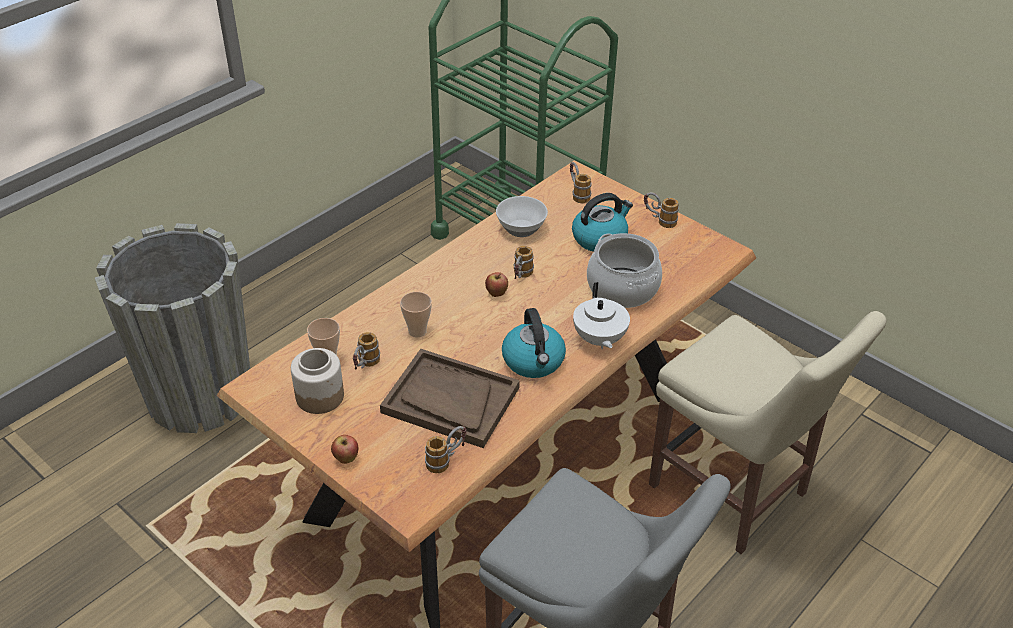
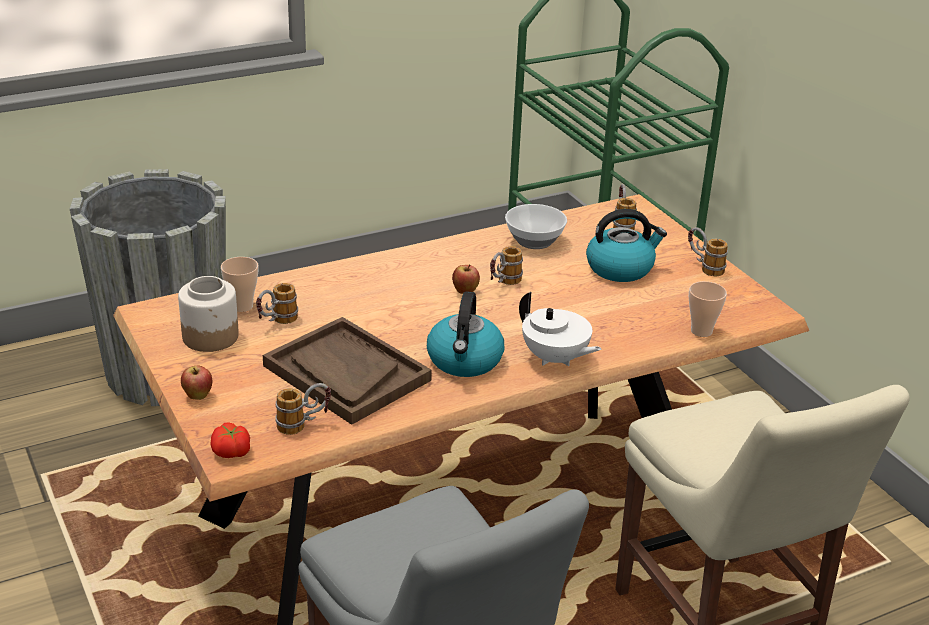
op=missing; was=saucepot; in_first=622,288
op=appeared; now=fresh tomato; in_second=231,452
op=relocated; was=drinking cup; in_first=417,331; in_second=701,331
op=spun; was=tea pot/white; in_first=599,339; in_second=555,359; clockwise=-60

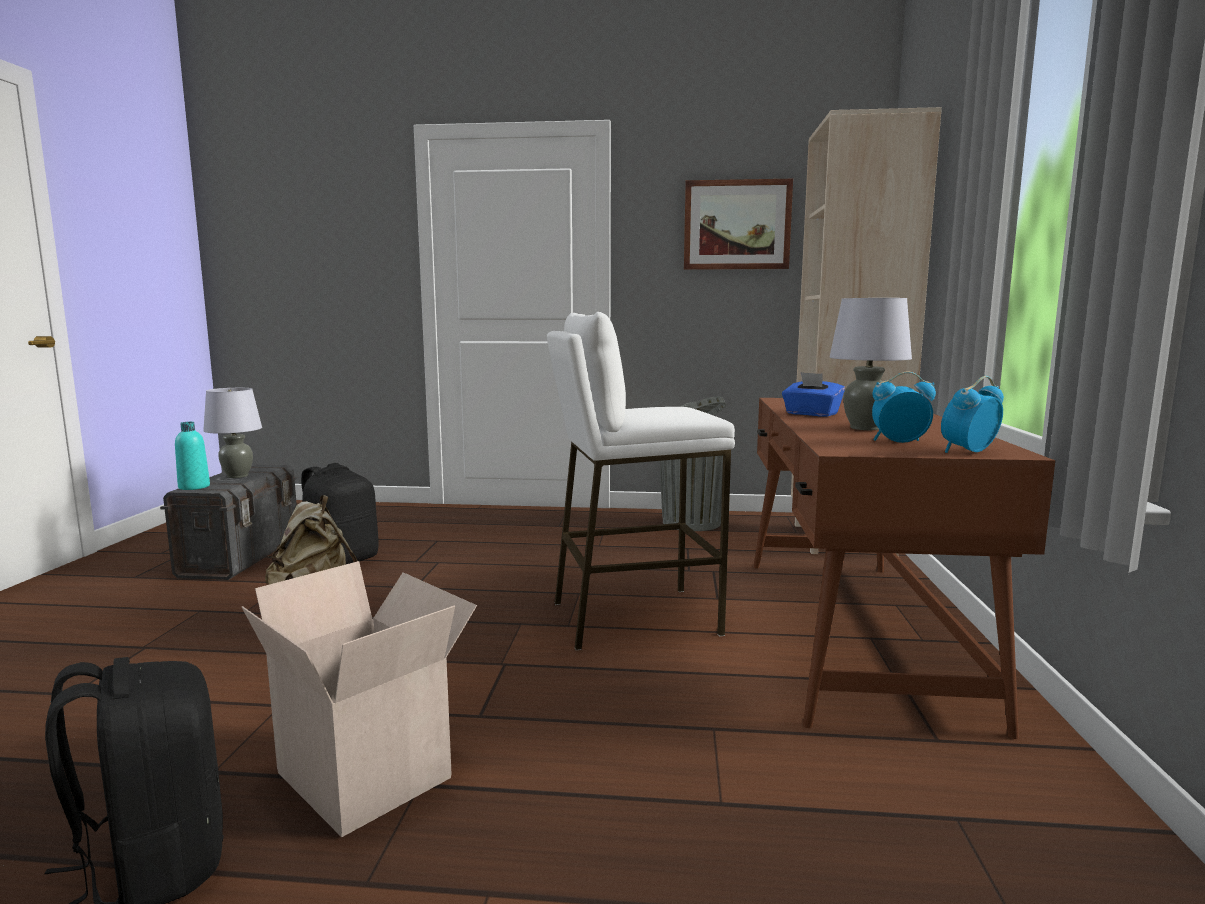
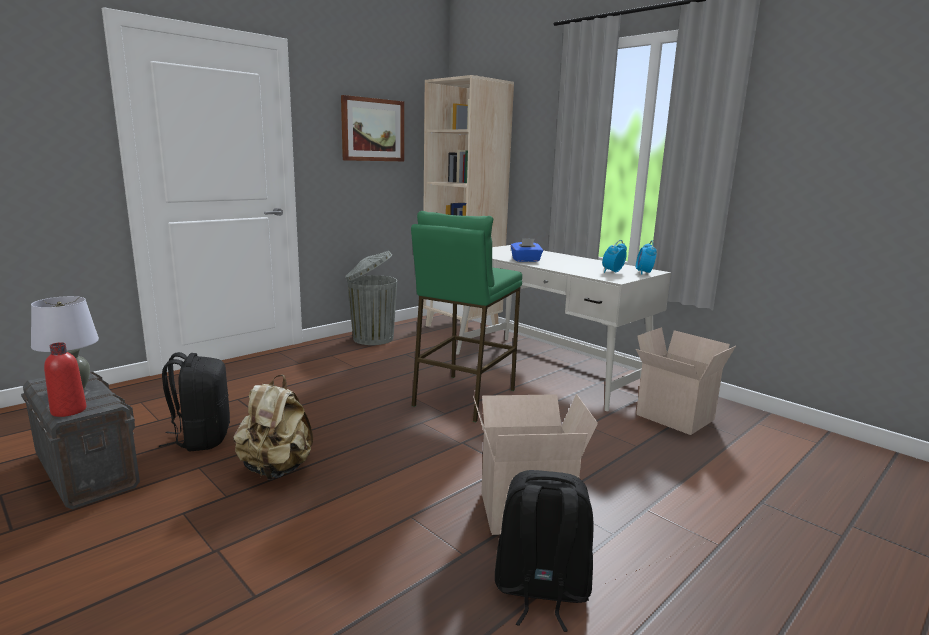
op=missing; was=table lamp/grey; in_first=865,428
op=appeared; now=packing box; in_second=672,417
op=colour; was=bottle/turquoise; now=bottle/reddish; in_first=194,487; in_second=68,411
op=colour; was=stool seat/white; now=stool seat/green; in_first=633,617; in_second=463,397
op=colour; was=desk unit/brownish; now=desk unit/white; in_first=851,631; in_second=548,369

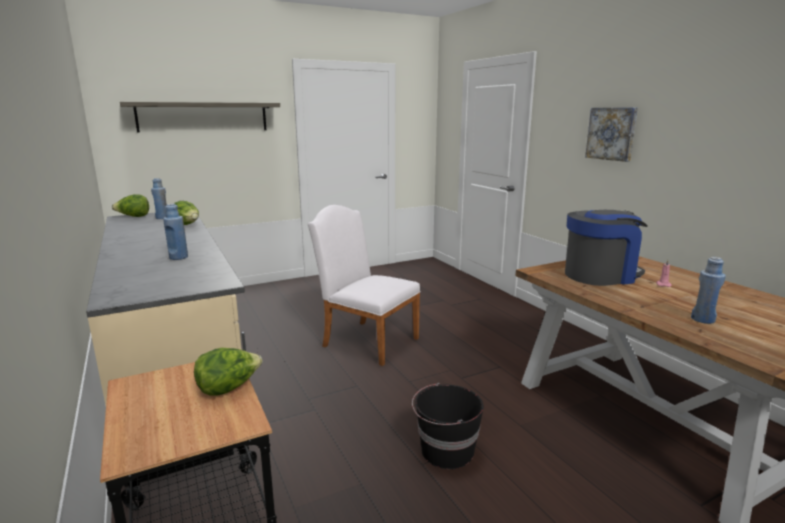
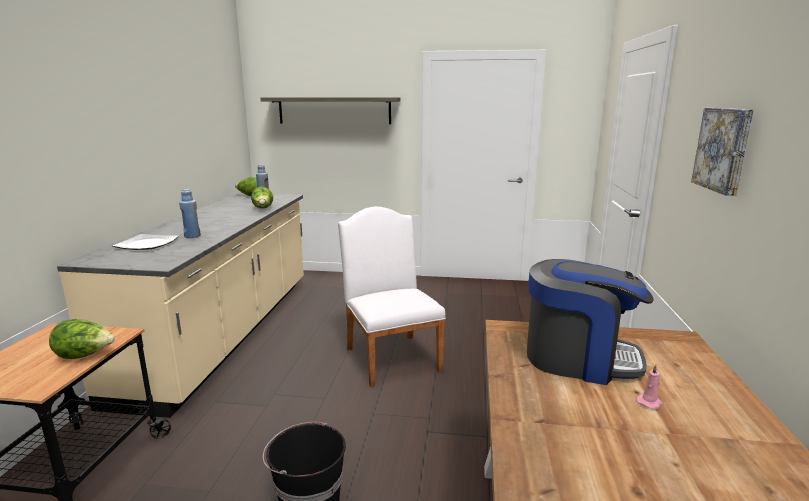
op=missing; was=bottle/blue-coloured; in_first=703,319
op=appeared; now=plate; in_second=148,244

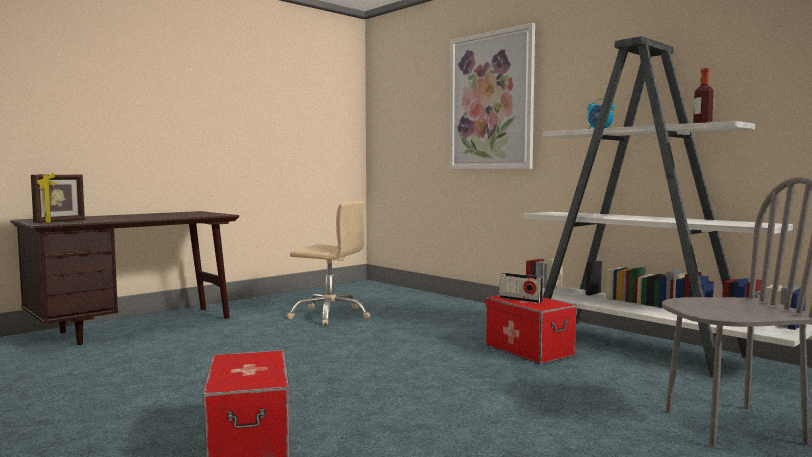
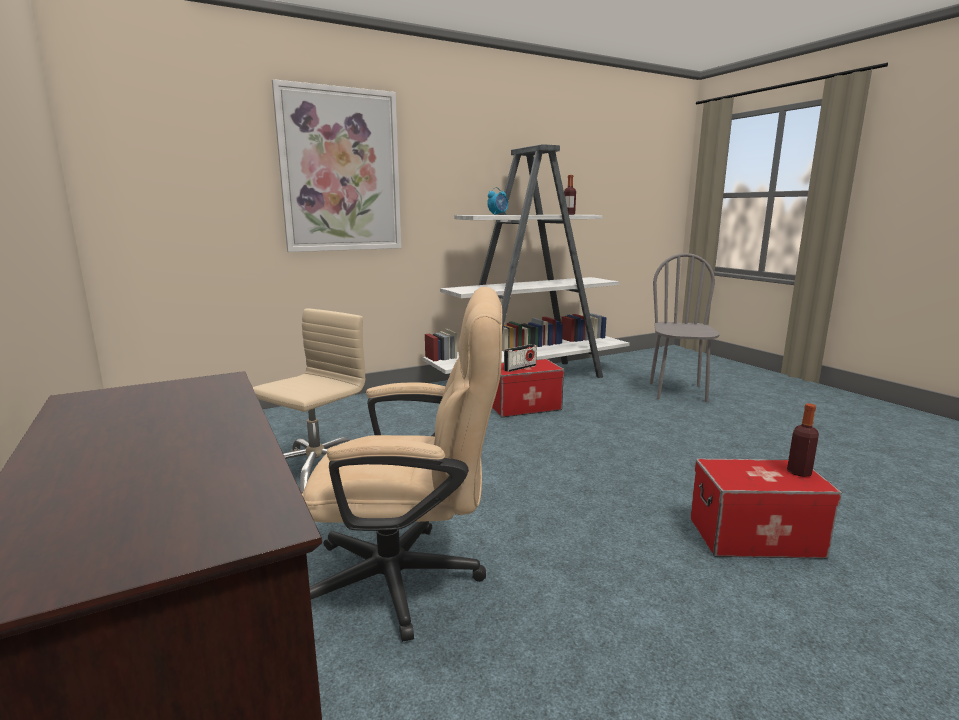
op=missing; was=picture frame; in_first=60,222
op=appeared; now=computer chair/beige-coloured; in_second=410,579
op=appeared; now=bottle; in_second=799,472

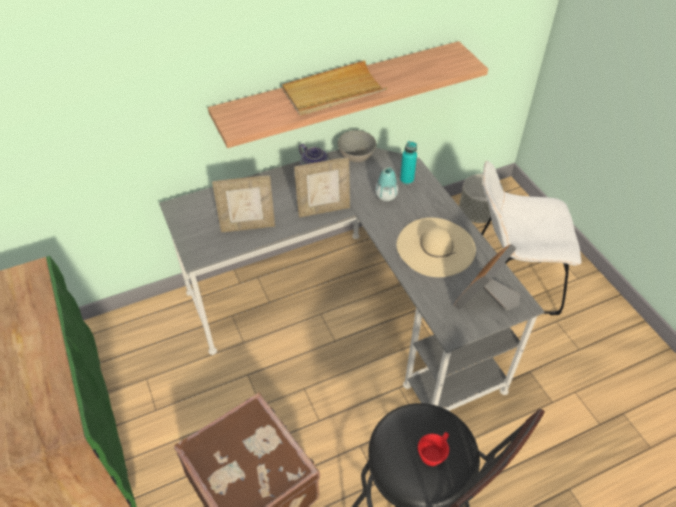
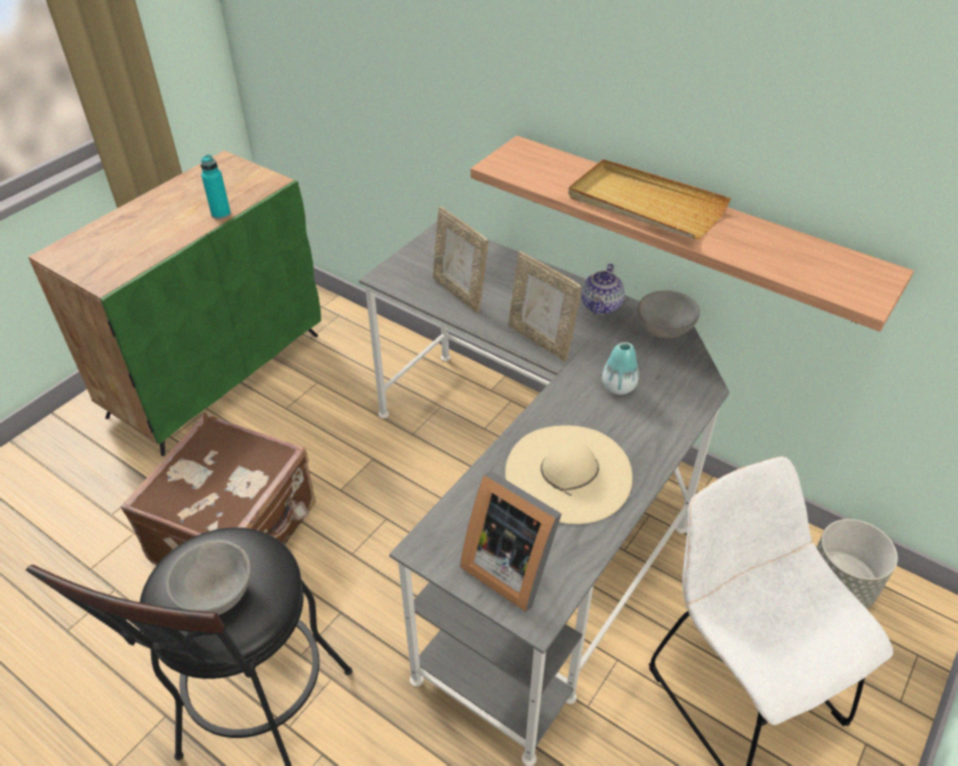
op=relocated; was=bottle/turquoise; in_first=406,180; in_second=221,214
op=exchanged; was=drinking cup/reddish; now=deep dish/grey; in_first=433,452; in_second=215,595
op=spun; was=picture frame; in_first=485,300; in_second=510,565; clockwise=-150

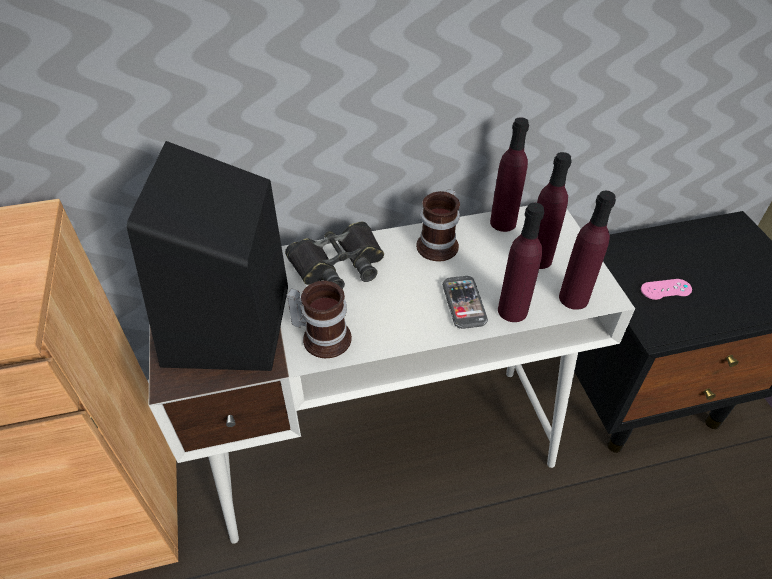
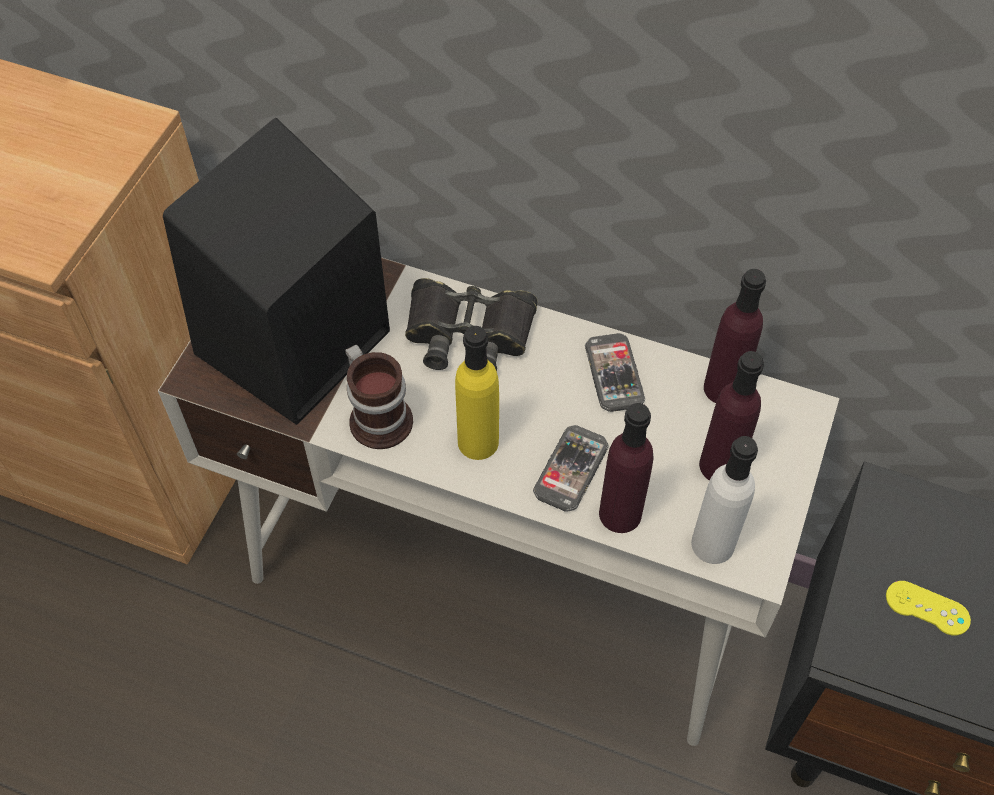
op=appeared; now=bottle/yellow; in_second=478,442
op=exchanged; was=mug; now=handset; in_first=440,244; in_second=614,374
op=colour; was=bottle/purple; now=bottle/white; in_first=573,298; in_second=713,544
op=colour; was=gamepad/pinkish; now=gamepad/yellow; in_first=666,289; in_second=927,608

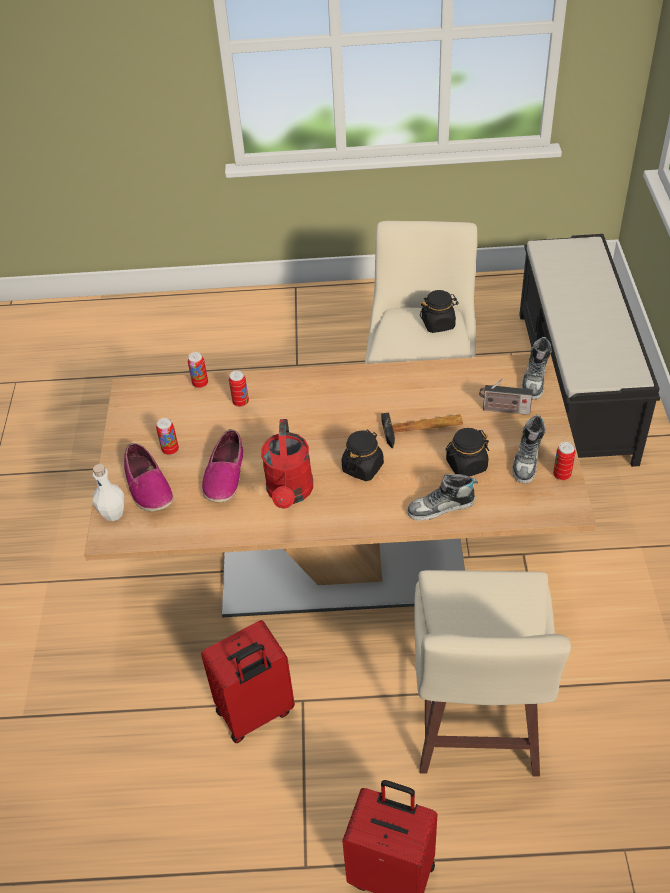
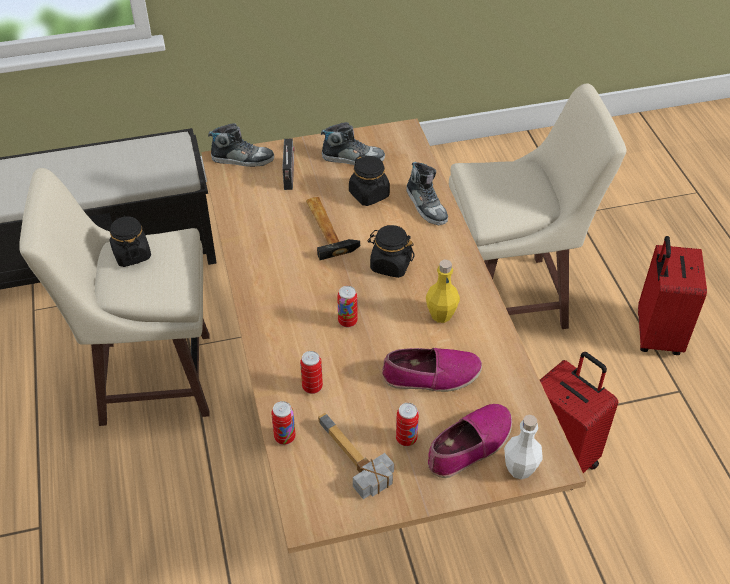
op=appeared; now=hand hammer; in_second=349,461
op=relocated; was=metal can; in_first=562,475; in_second=347,321
op=exchanged; was=watering can/reddish; now=bottle/yellow; in_first=290,493; in_second=441,315

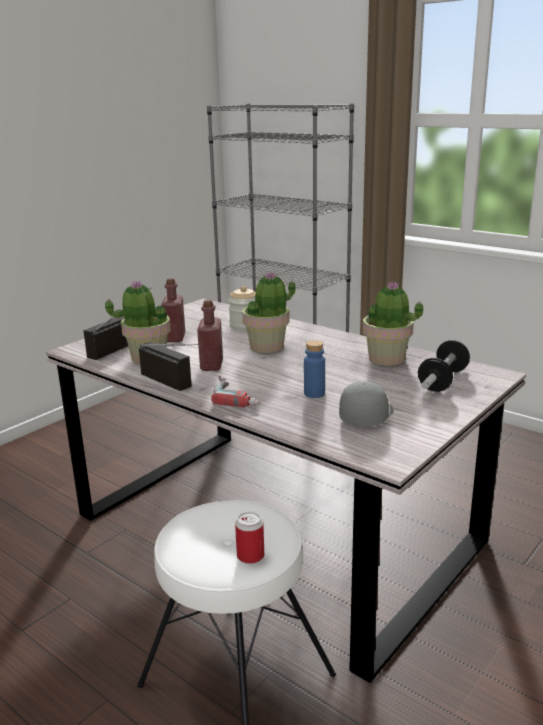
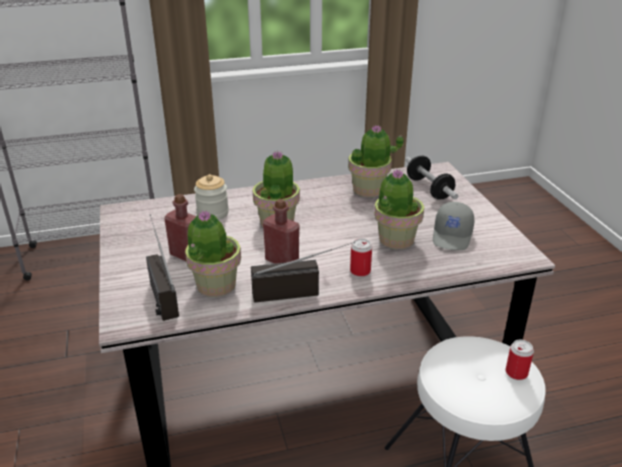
op=exchanged; was=electric drill; now=metal can; in_first=238,395; in_second=360,271
op=exchanged; was=bottle/blue-coloured; now=plant in a pot; in_first=314,393; in_second=395,240
op=spun; was=peaked cap/grey; in_first=366,415; in_second=452,236; clockwise=-135

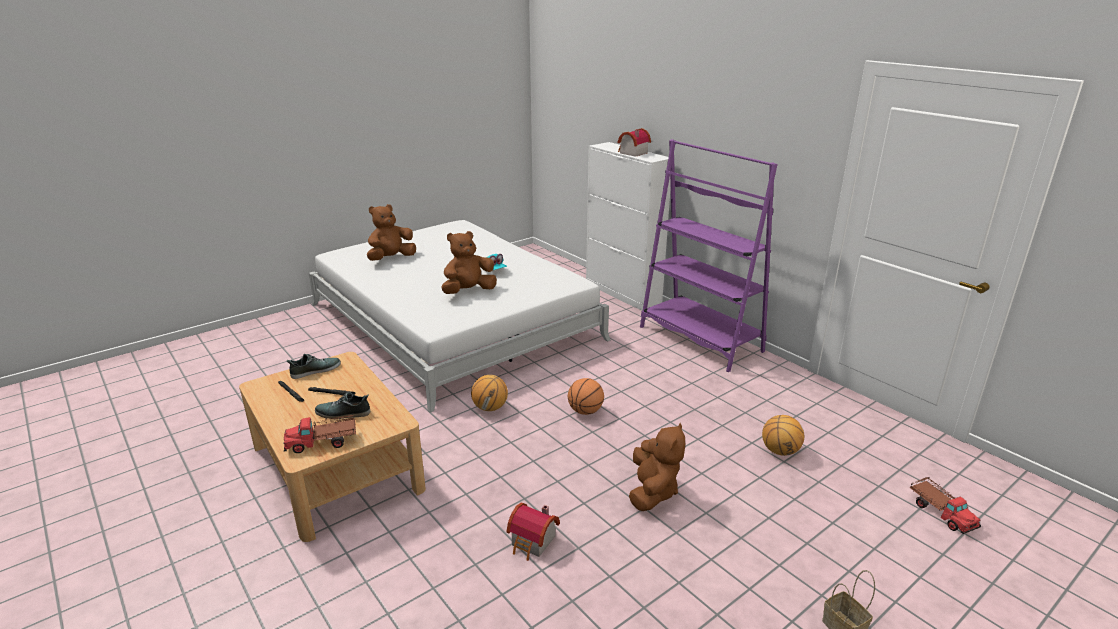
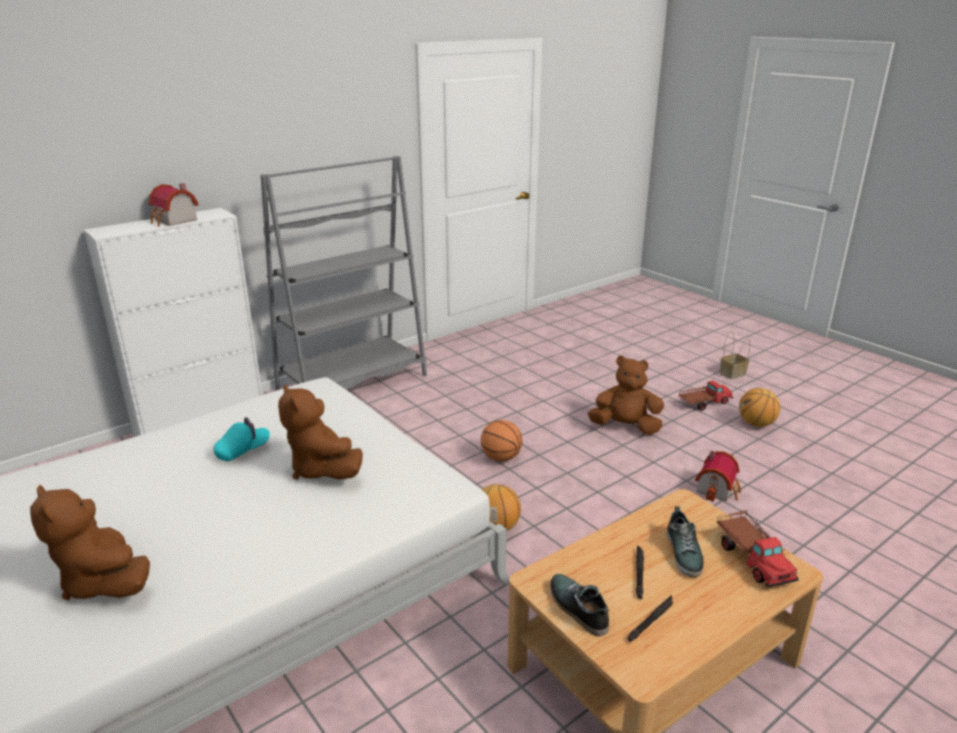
op=relocated; was=basketball; in_first=779,451; in_second=756,424
op=relocated; was=model truck; in_first=940,512; in_second=704,403
op=colour; was=shelving unit/purple; now=shelving unit/grey; in_first=700,339; in_second=353,383

